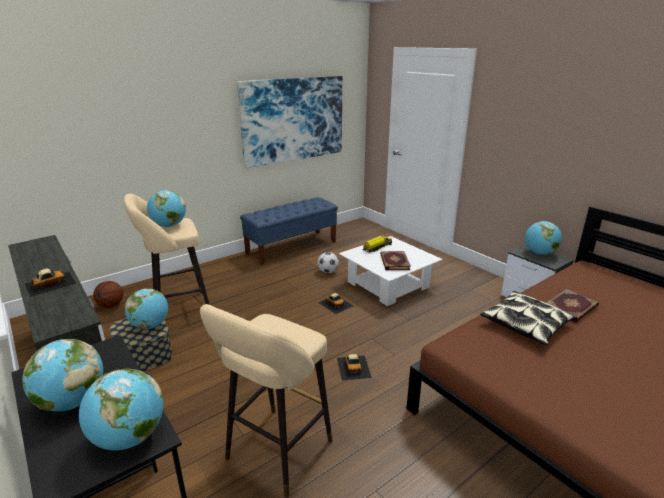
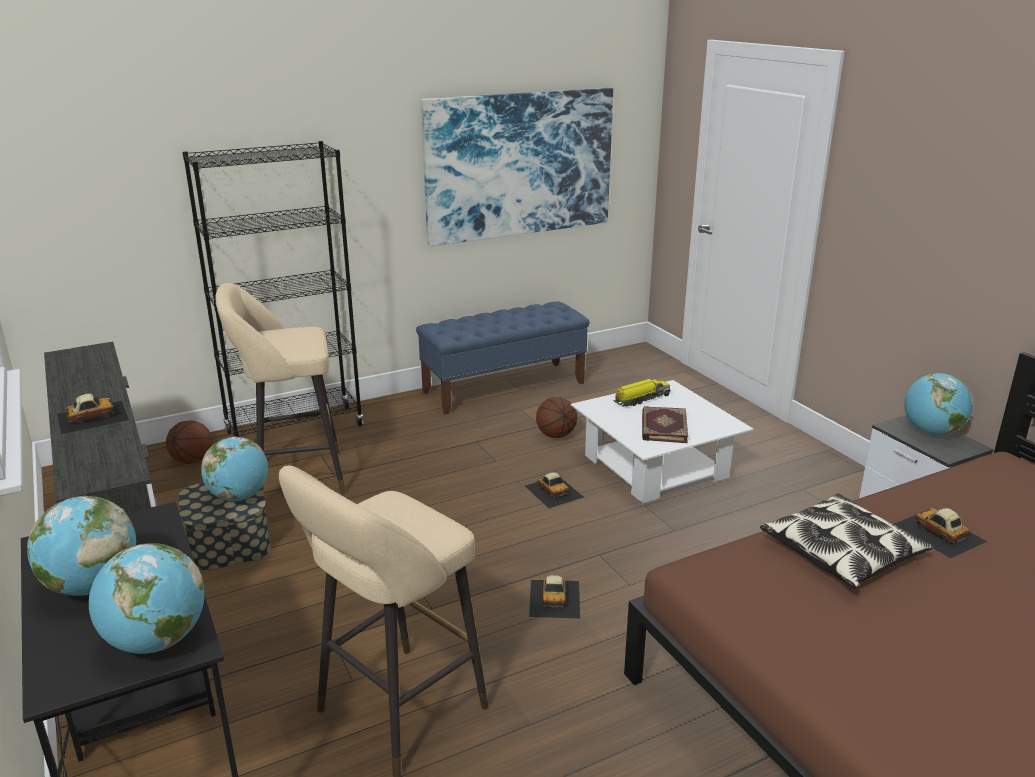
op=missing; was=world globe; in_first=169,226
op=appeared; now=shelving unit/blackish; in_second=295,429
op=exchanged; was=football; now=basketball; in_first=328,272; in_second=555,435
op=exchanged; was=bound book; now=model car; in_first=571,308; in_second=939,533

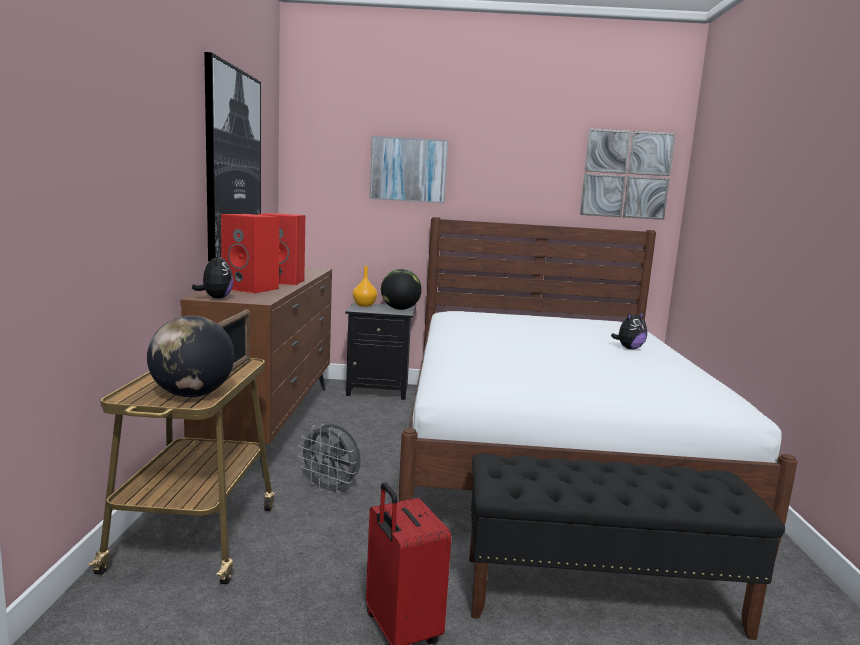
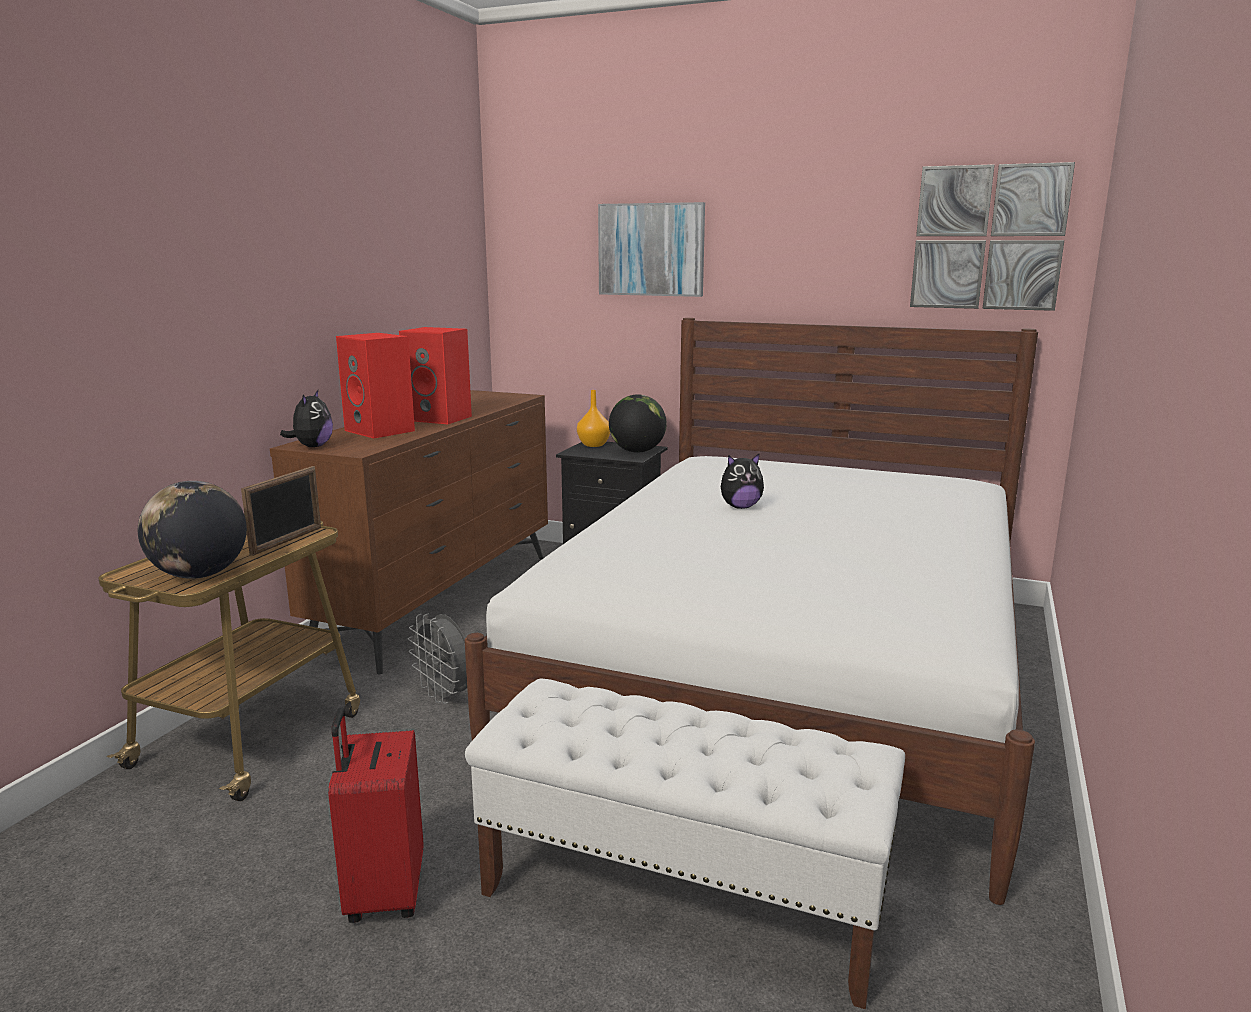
op=missing; was=wall picture; in_first=233,164
op=relocated; was=soft toy; in_first=629,348; in_second=740,507
op=colour; was=indoor bench/blackish; now=indoor bench/white; in_first=601,595; in_second=682,898

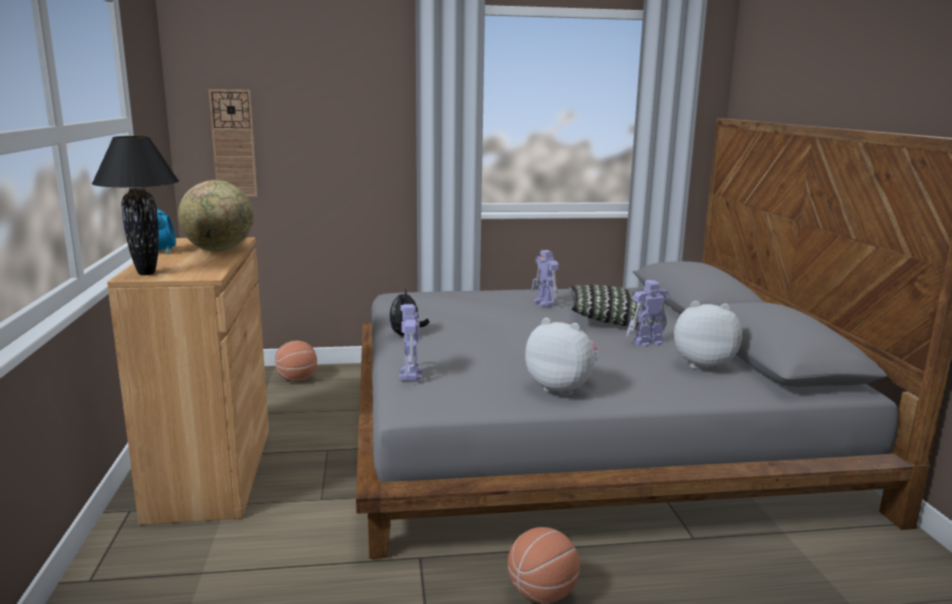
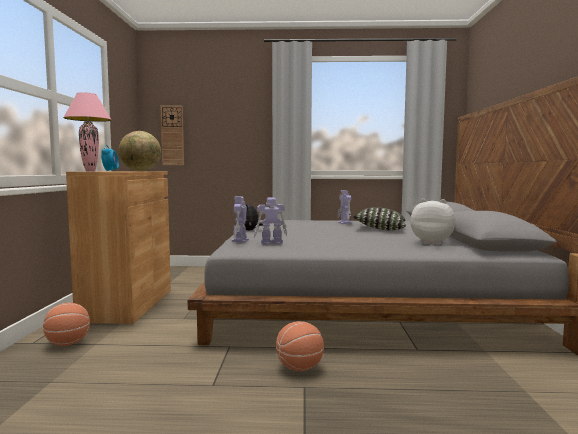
op=missing; was=soft toy; in_first=562,388
op=relocated; was=basketball; in_first=296,379; in_second=67,343
op=relocated; was=model robot; in_first=647,342; in_second=271,243
op=colour; was=table lamp/blackish; now=table lamp/pinkish; in_first=146,273; in_second=90,171

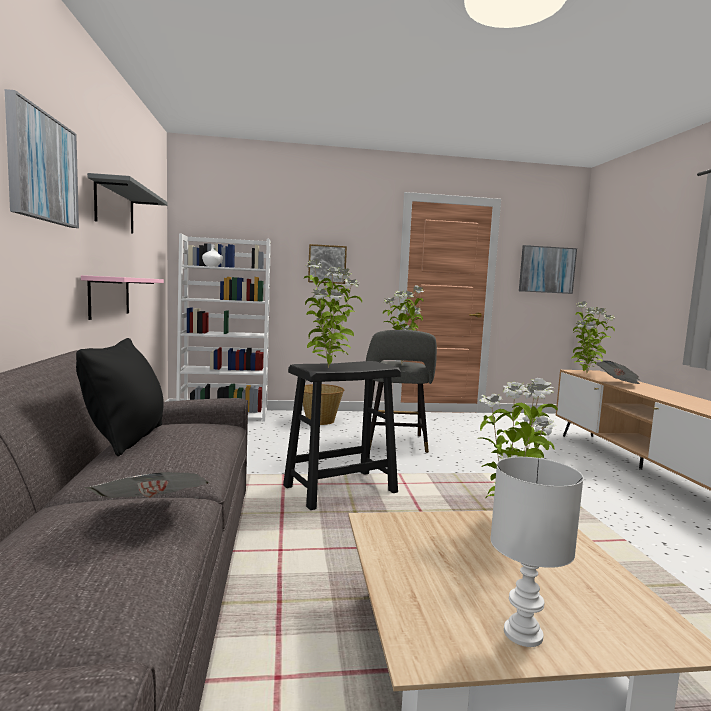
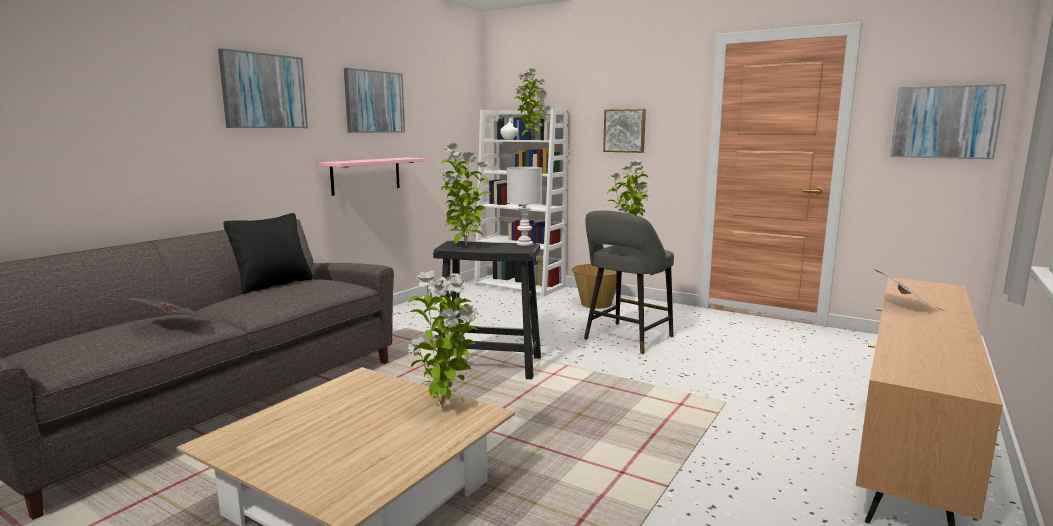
op=relocated; was=table lamp/white; in_first=522,634; in_second=523,244
op=relocated; was=plant in a pot; in_first=586,373; in_second=531,140
op=exchanged; was=bracket shelf/grey; now=wall picture; in_first=114,208; in_second=374,102

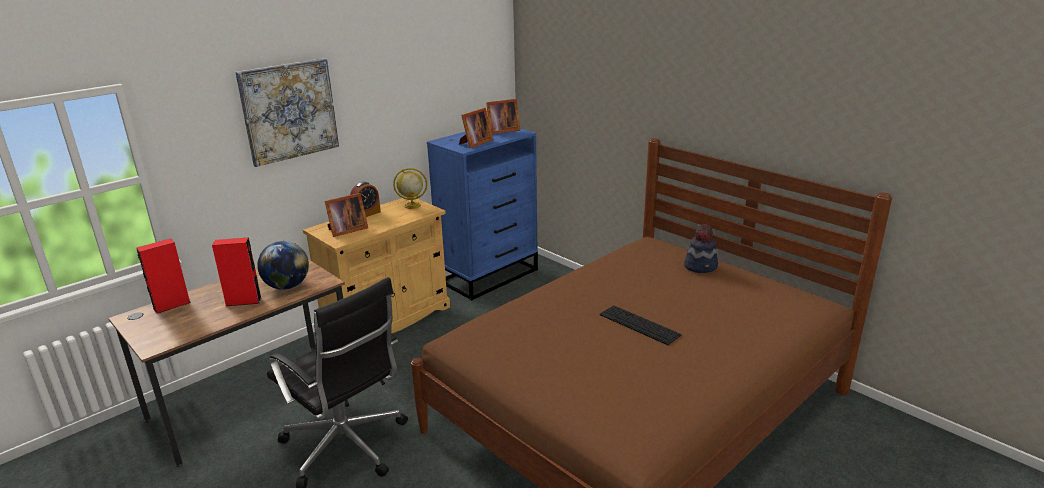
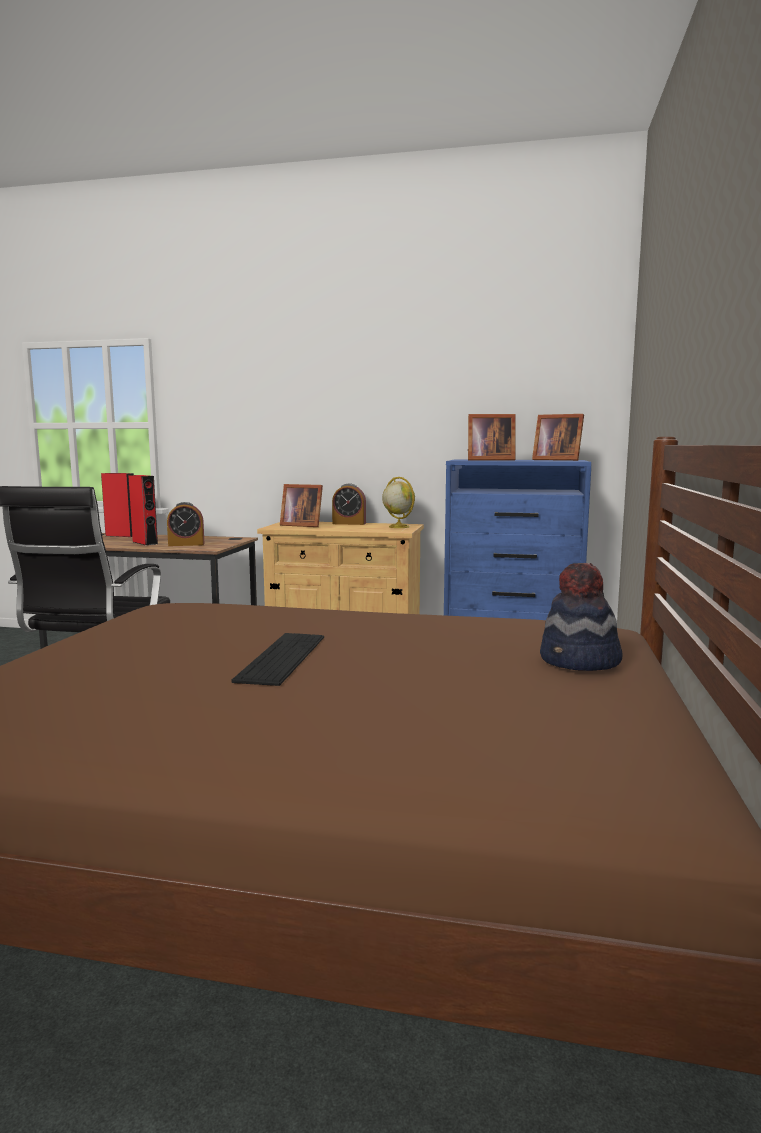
op=missing; was=wall picture; in_first=289,111
op=exchanged; was=world globe; now=table clock; in_first=287,286; in_second=186,544

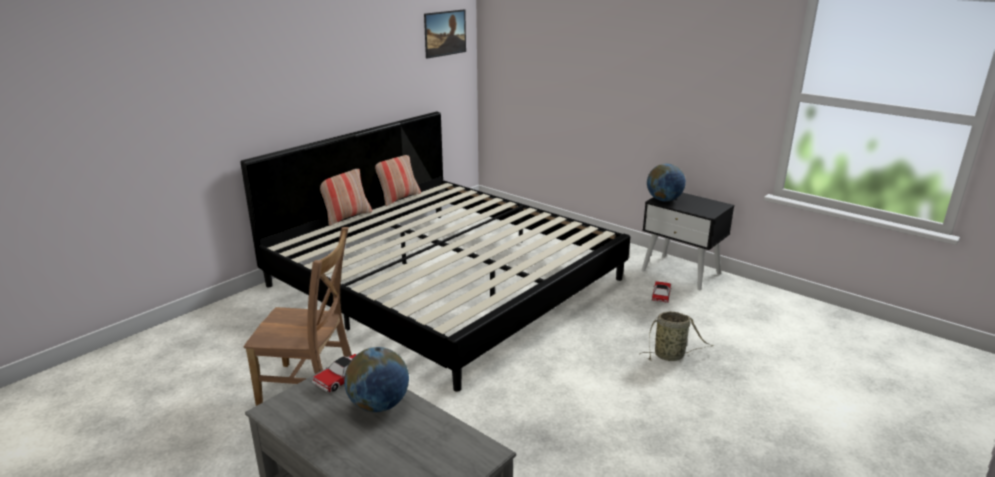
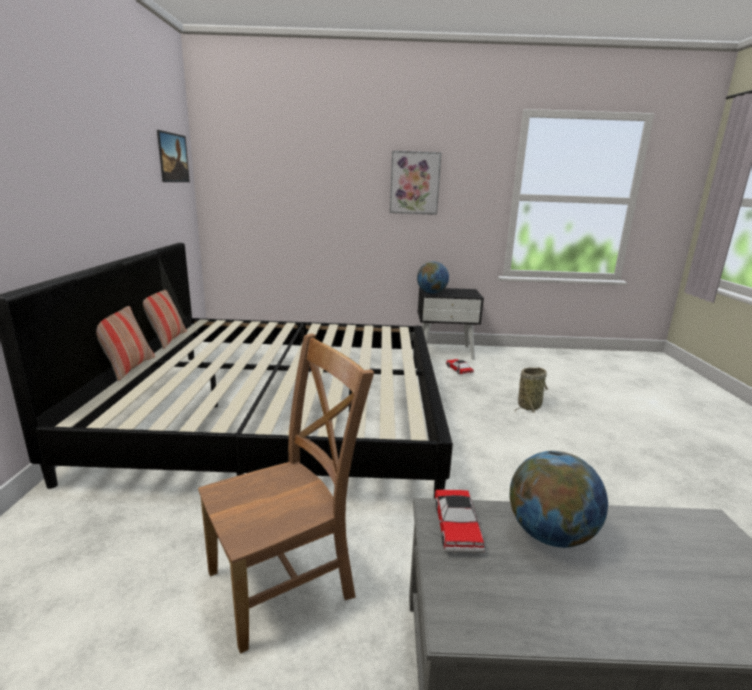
op=appeared; now=wall picture; in_second=414,183

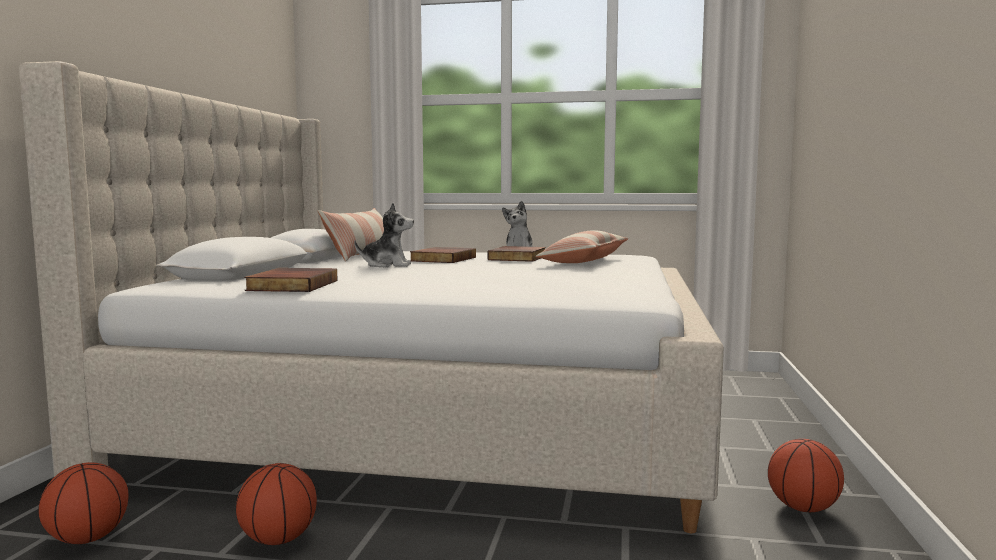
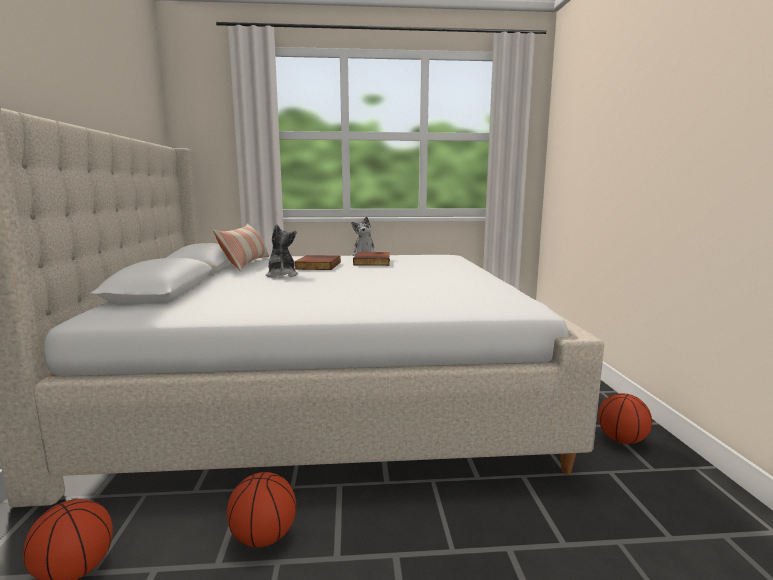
op=missing; was=bound book; in_first=291,285
op=missing; was=throw pillow; in_first=584,261
op=spun; was=soft toy; in_first=387,265; in_second=281,275; clockwise=-90

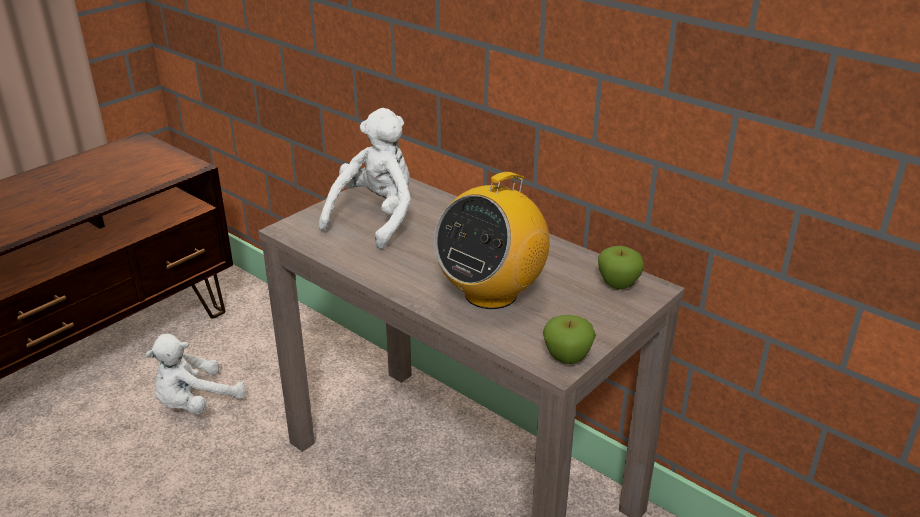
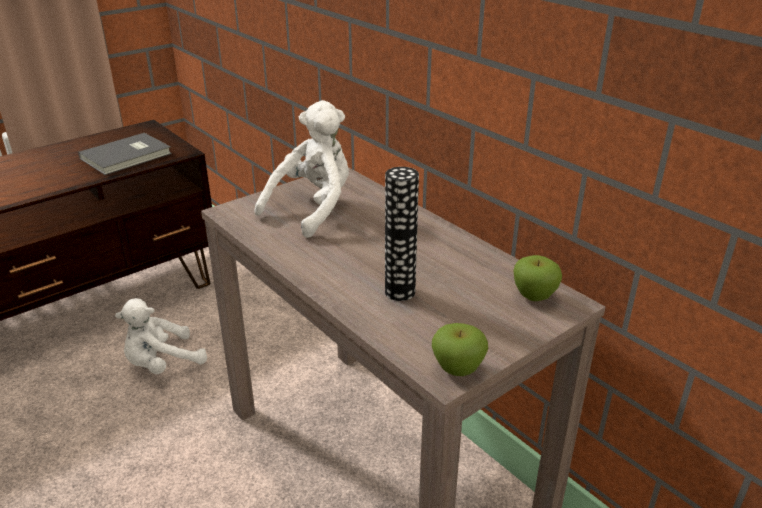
op=appeared; now=bound book/grey; in_second=128,156
op=exchanged; was=radio receiver; now=flower vase; in_first=491,293; in_second=400,292

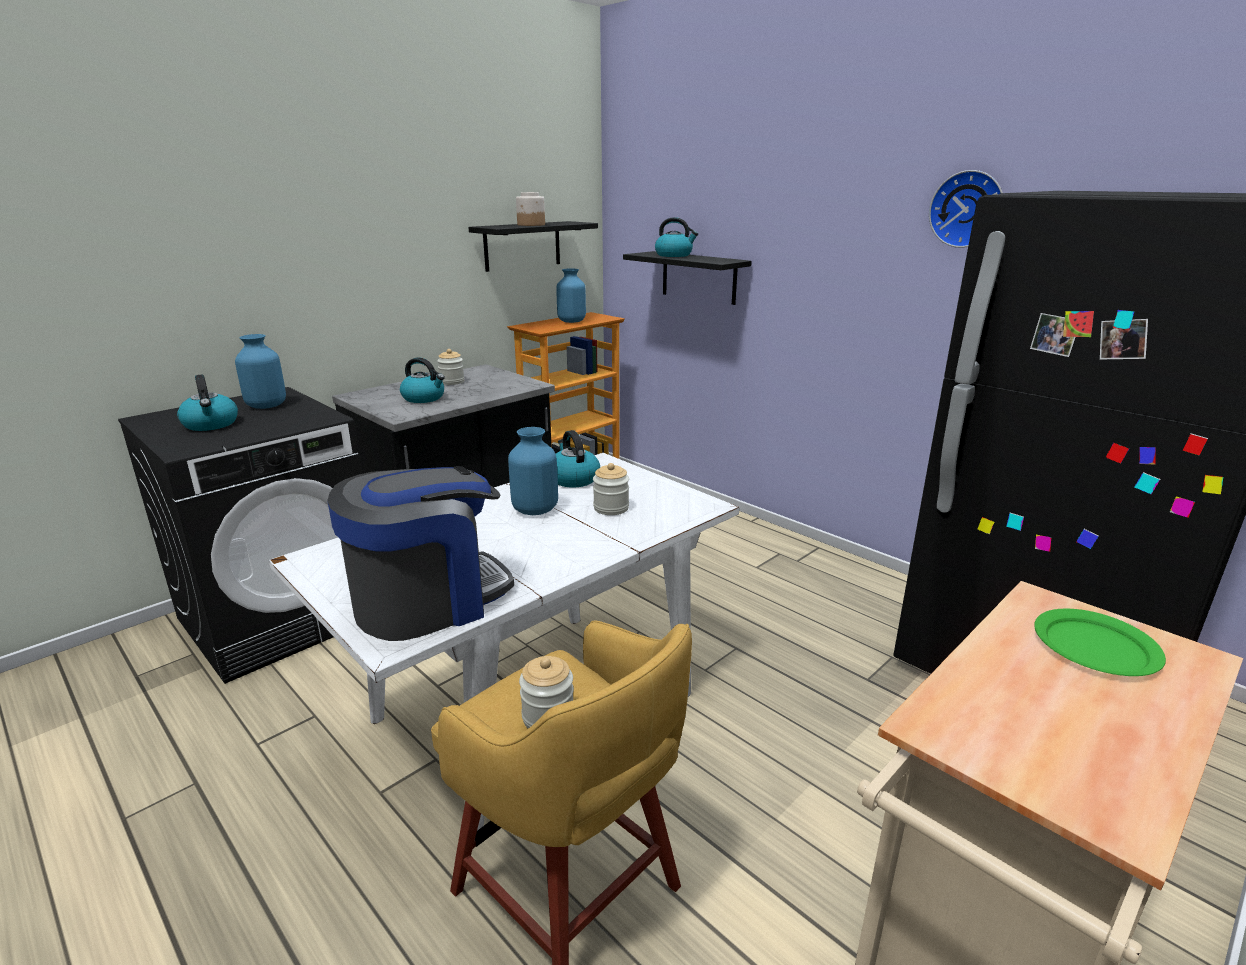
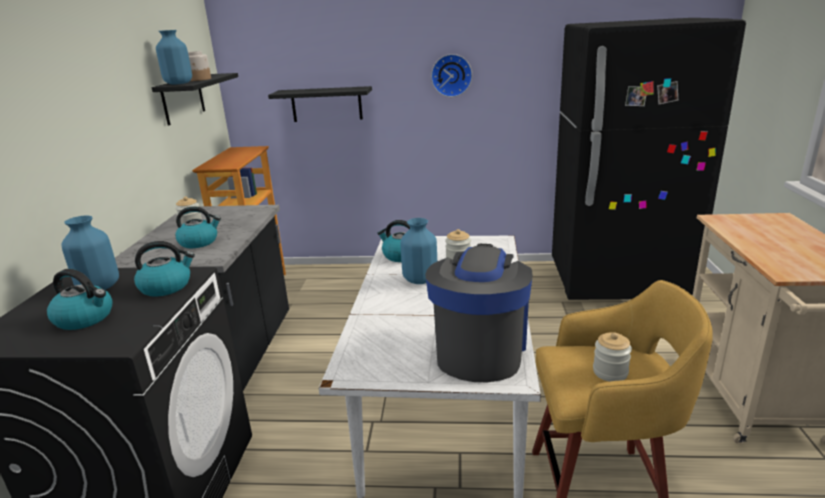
op=missing; was=plate/green; in_first=1095,647
op=relocated; was=flower vase/blue-coloured; in_first=572,321; in_second=179,83
op=relocated; was=water kettle; in_first=674,255; in_second=166,286
op=relocated; was=hanging clock; in_first=967,209; in_second=451,75

